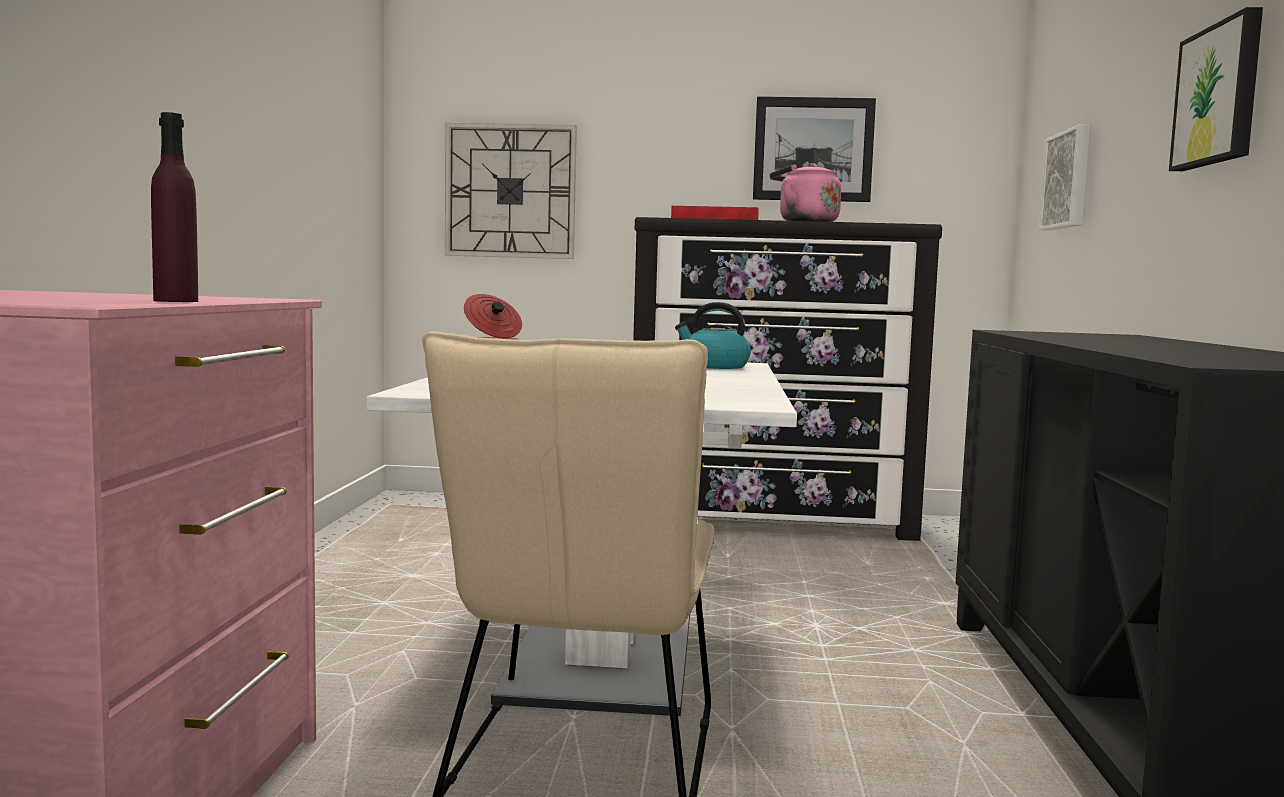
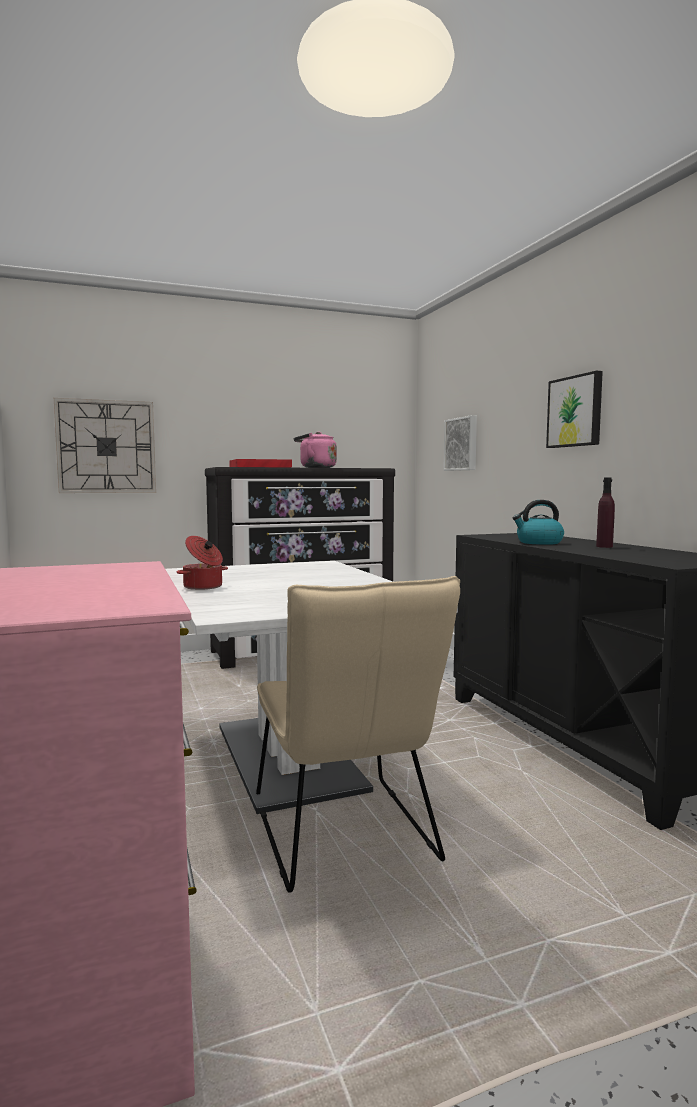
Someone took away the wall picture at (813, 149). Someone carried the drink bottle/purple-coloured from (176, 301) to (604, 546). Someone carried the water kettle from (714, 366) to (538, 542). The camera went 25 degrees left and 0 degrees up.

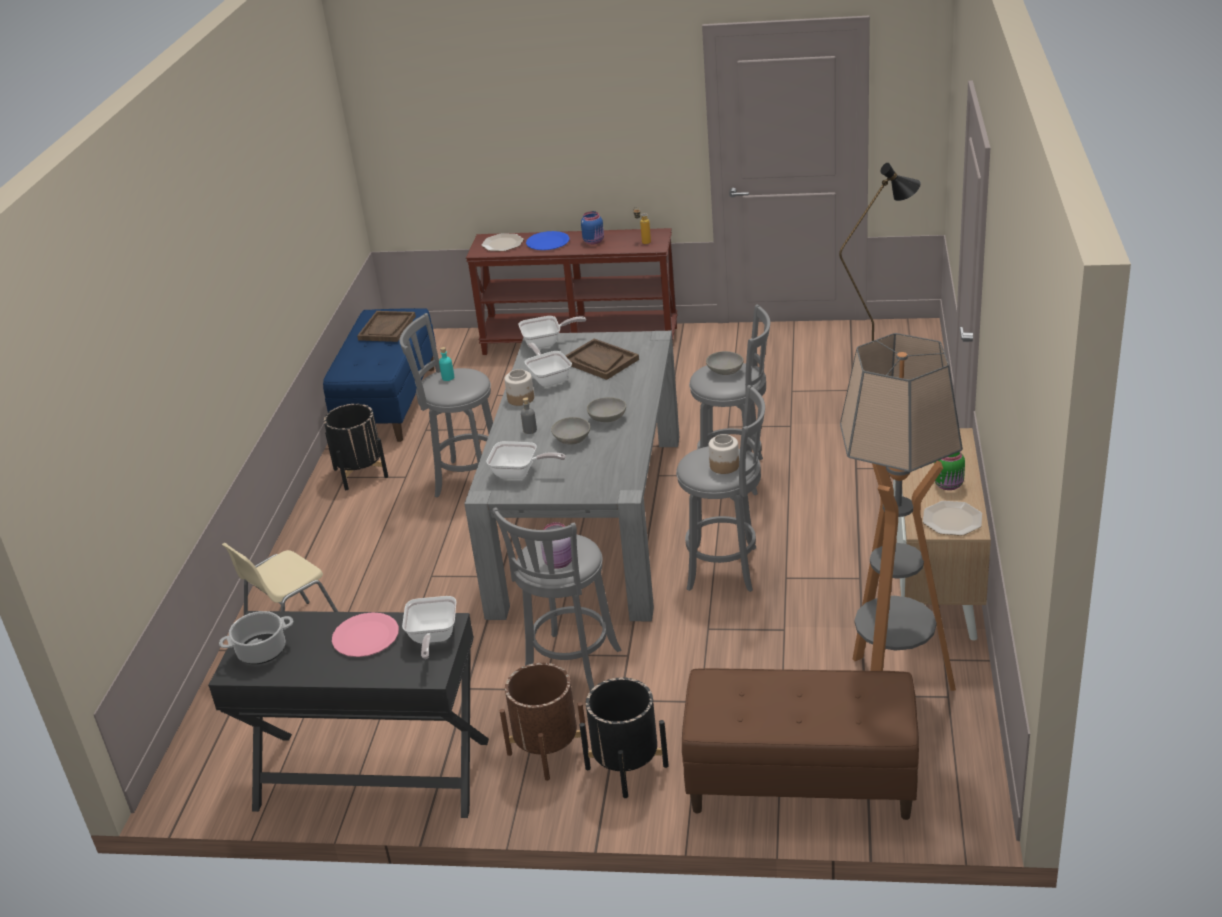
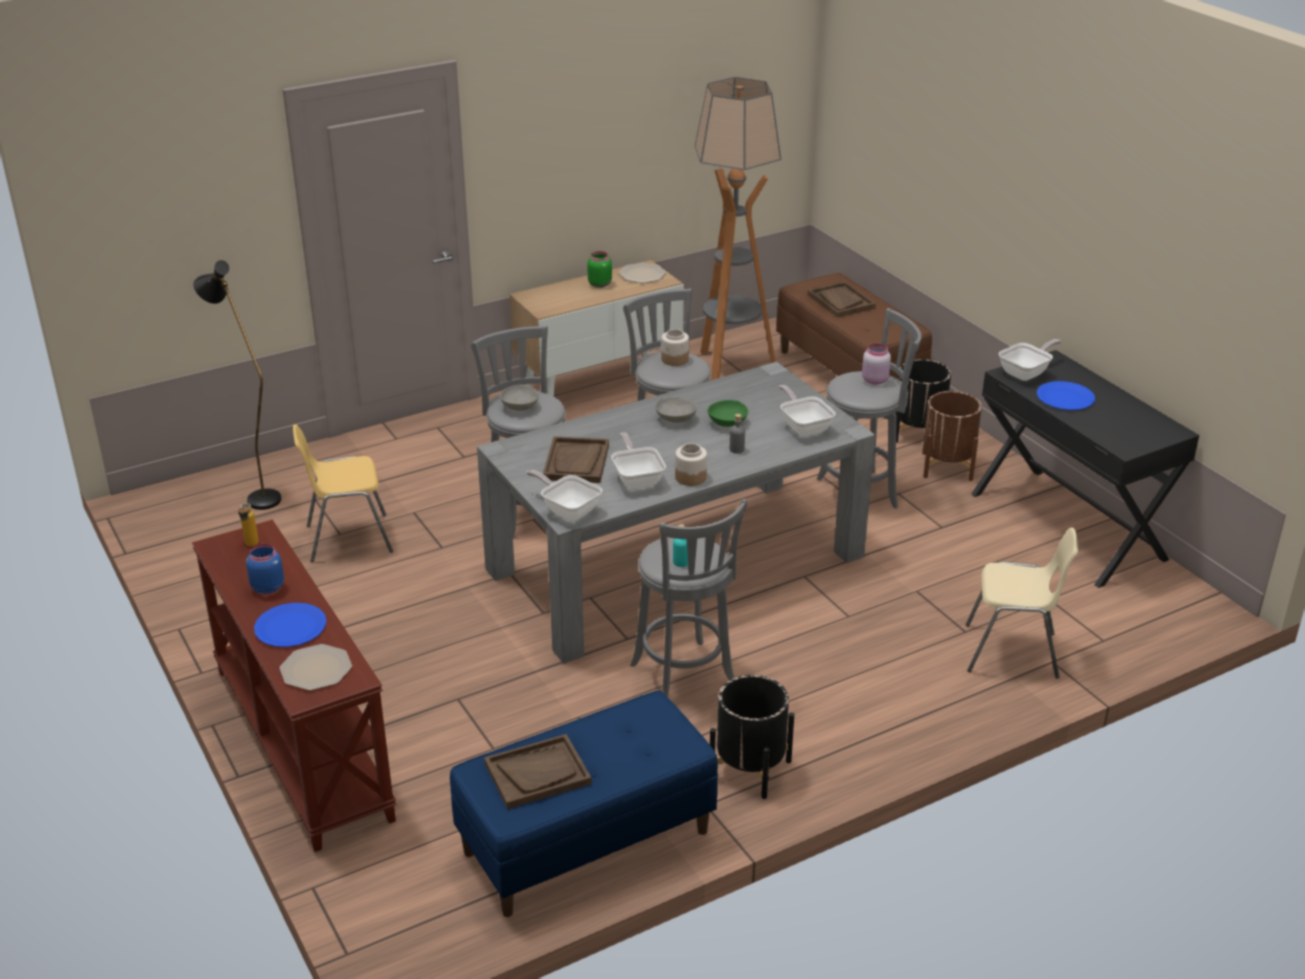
Someone took away the stockpot at (261, 651). Someone put down the upright chair/yellow at (348, 538). Someone put down the serving tray/brown-coloured at (840, 301). Someone repainted the dinner plate/pinkish at (365, 637), which became the dinner plate/blue-coloured at (1065, 398). Someone repainted the bowl/greyish at (572, 439), which became the bowl/greenish at (727, 422). Someone rotated the frying pan at (548, 378) by 135 degrees clockwise. The camera went 130 degrees left and 0 degrees up.

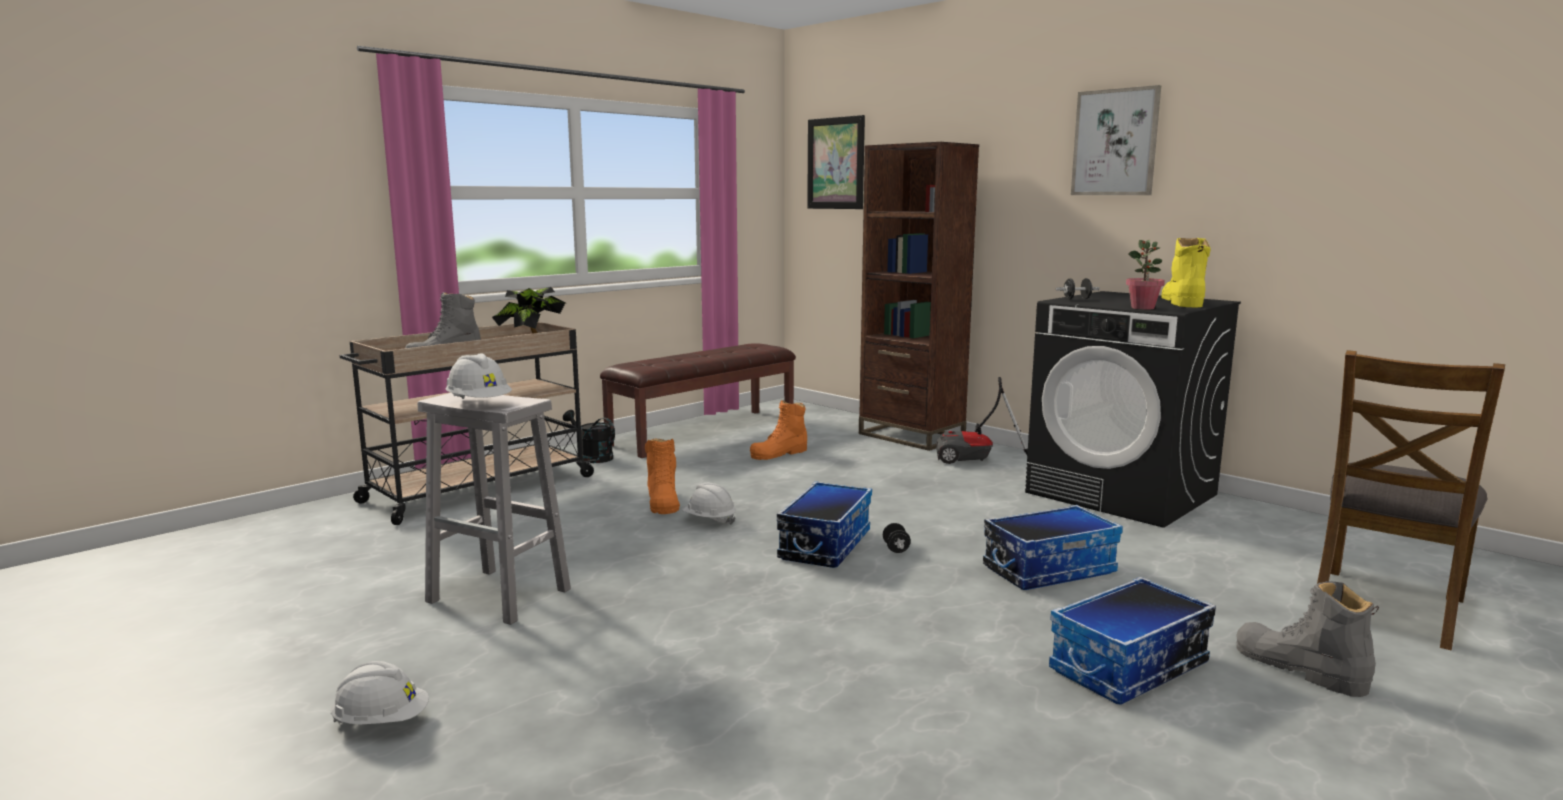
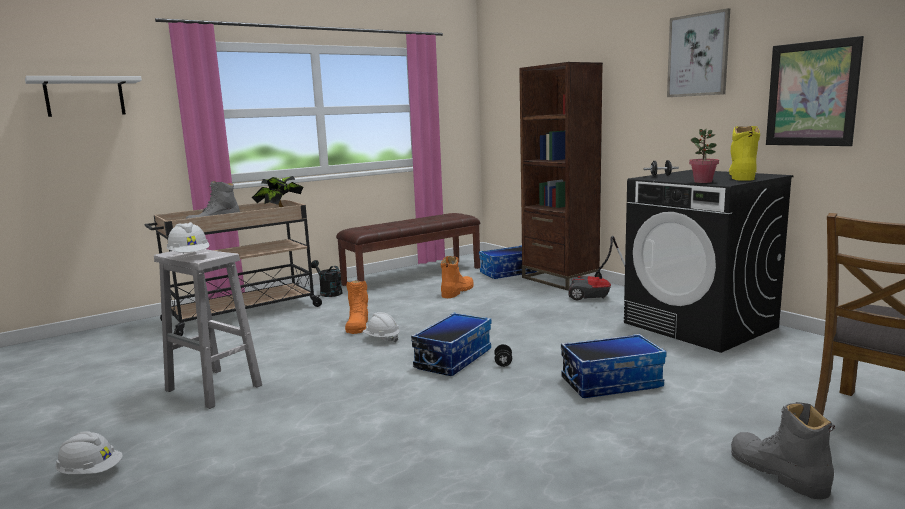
Someone put up the shelf/whitish at (85, 97). Someone carried the wall picture from (835, 163) to (812, 94). Someone carried the storage bin from (1129, 668) to (508, 272). Someone rotated the high-top boot/orange at (779, 453) by 150 degrees clockwise. The camera went 10 degrees right and 0 degrees up.

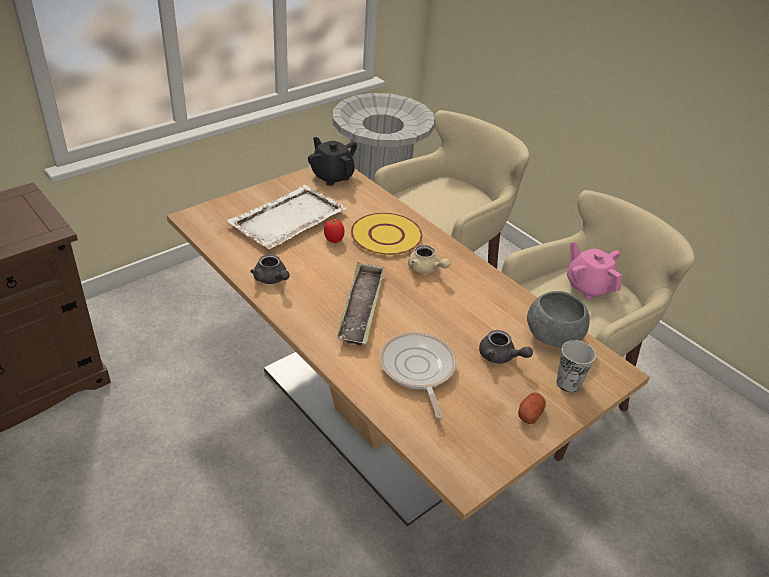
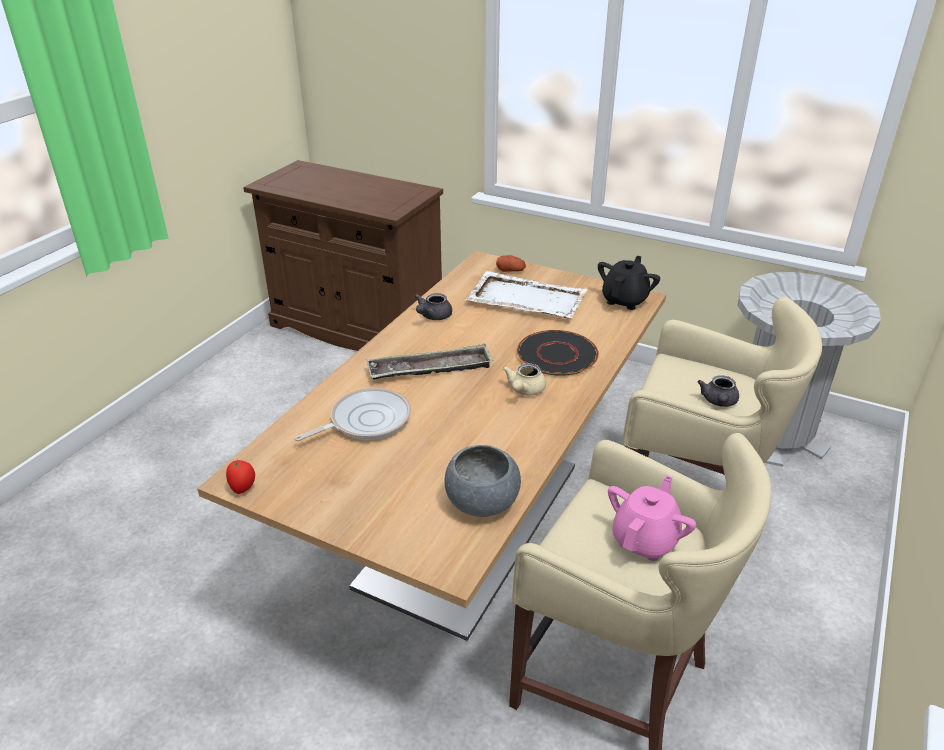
Someone took away the small cup at (568, 383). Someone carried the tomato from (333, 240) to (243, 488). Someone carried the tea pot/greyish from (500, 357) to (718, 402). Someone carried the spud from (529, 414) to (510, 270). Someone repainted the dinner plate/yellow at (387, 235), which became the dinner plate/black-coloured at (557, 355). The camera went 70 degrees right and 5 degrees down.

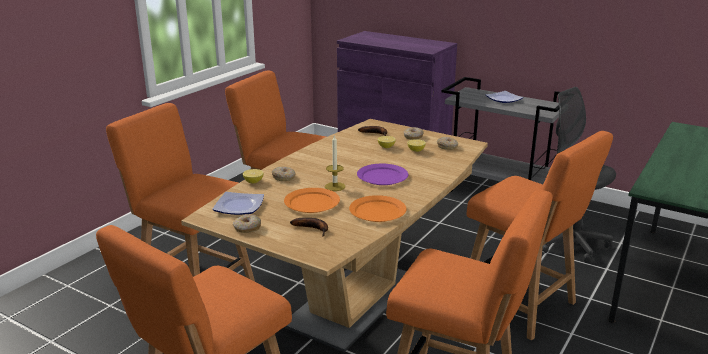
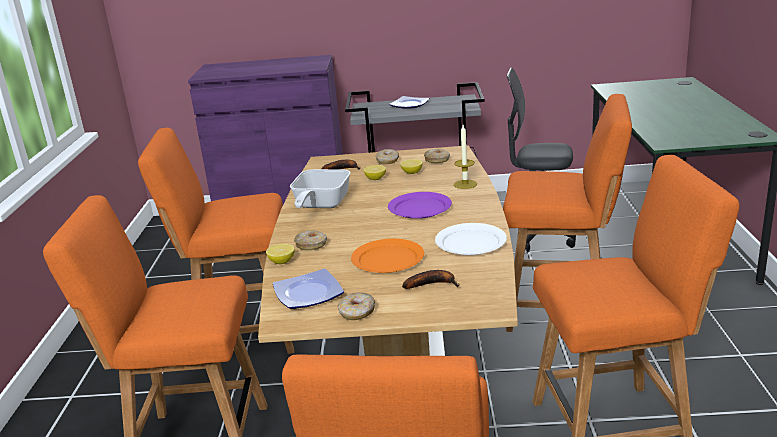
Someone put down the frying pan at (319, 205). Someone carried the candle from (335, 186) to (465, 184). Someone repainted the dinner plate/orange at (377, 211), which became the dinner plate/whitish at (470, 242). The camera went 30 degrees left and 0 degrees up.

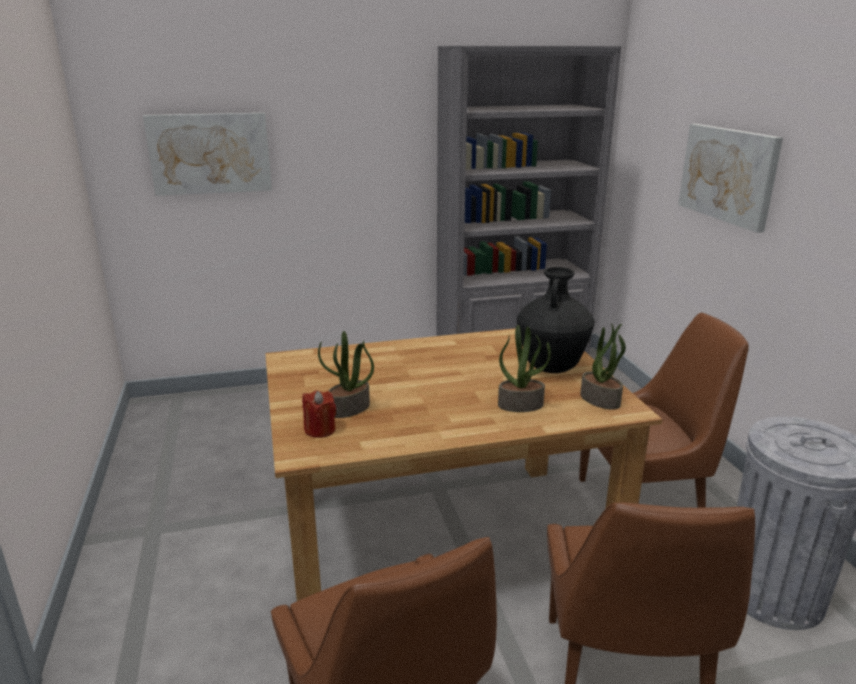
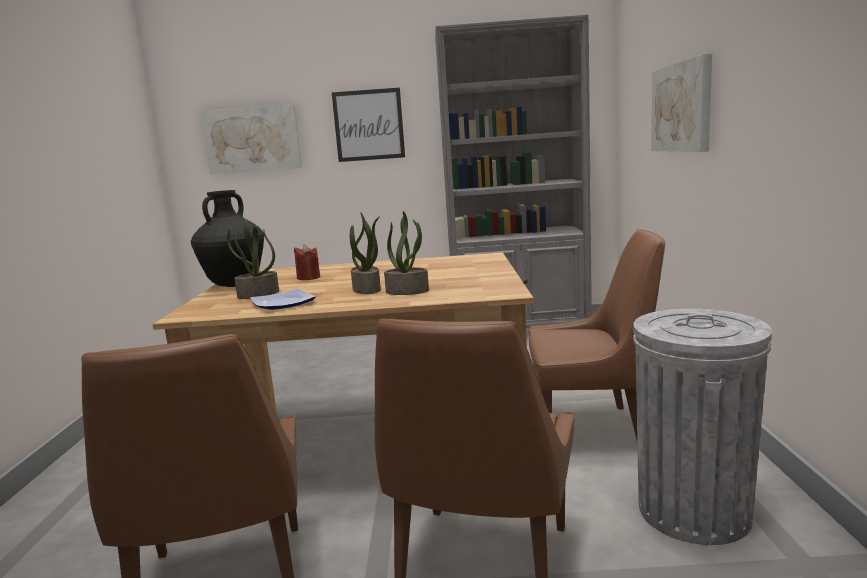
Someone put down the dinner plate at (284, 303). Someone put up the wall picture at (369, 125). Someone carried the candle/red-coloured from (320, 430) to (308, 277). Someone carried the flower vase/black-coloured from (551, 368) to (234, 285). Someone carried the potted plant from (601, 400) to (367, 289). The camera went 15 degrees right and 10 degrees down.

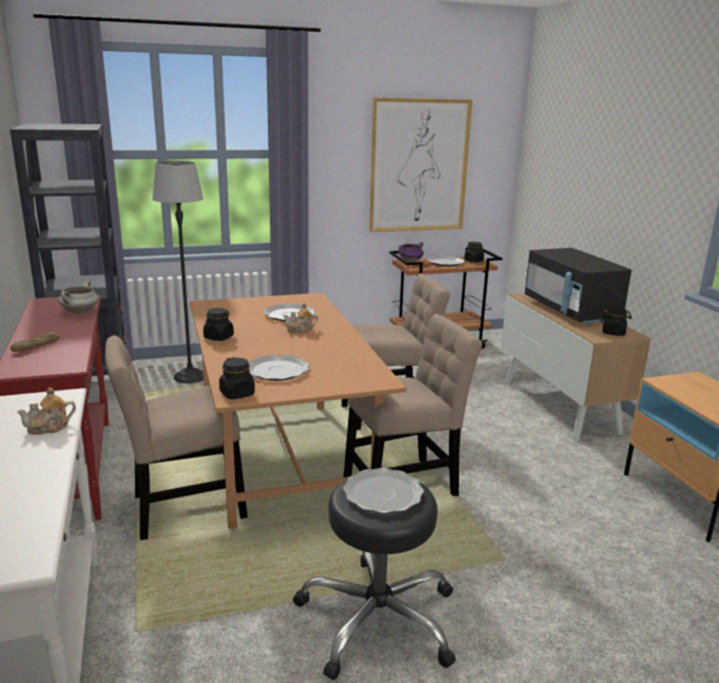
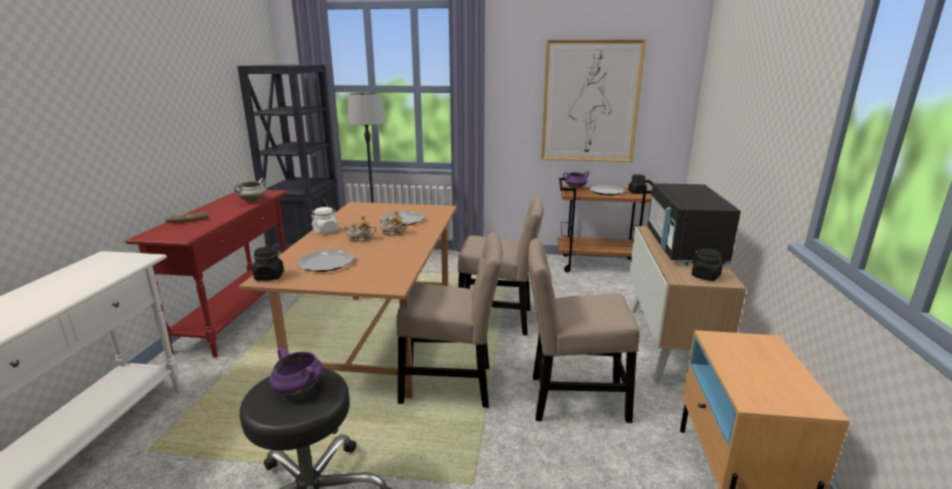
Someone carried the tea pot from (49, 428) to (360, 239). Someone carried the upright chair/beige-coloured from (182, 509) to (572, 399). Someone swapped the dinner plate at (382, 494) for the stockpot/purple-coloured at (297, 389). Someone repainted the jar/black-coloured at (218, 337), which became the jar/whitish at (325, 231). The camera went 25 degrees right and 0 degrees up.

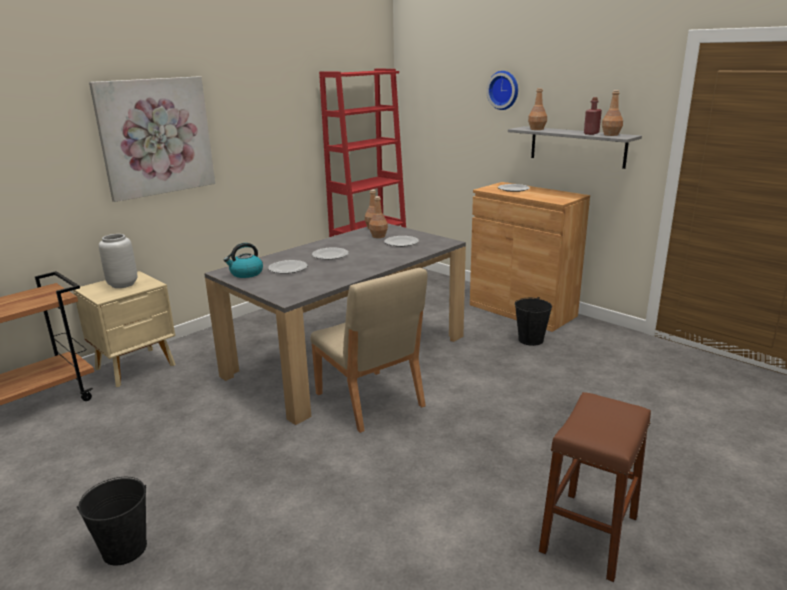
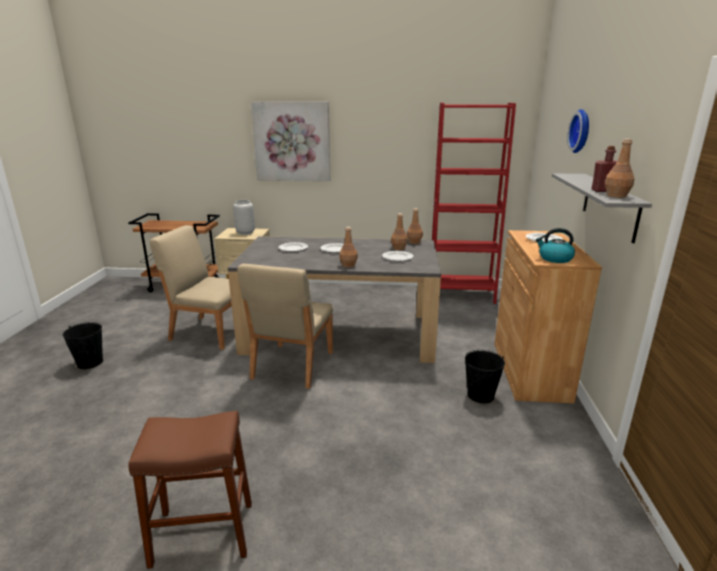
Someone put down the upright chair/beige-coloured at (210, 332). Someone carried the water kettle from (246, 273) to (554, 258). Someone carried the drink bottle/brown-coloured from (536, 129) to (348, 265). The camera went 50 degrees right and 0 degrees up.

